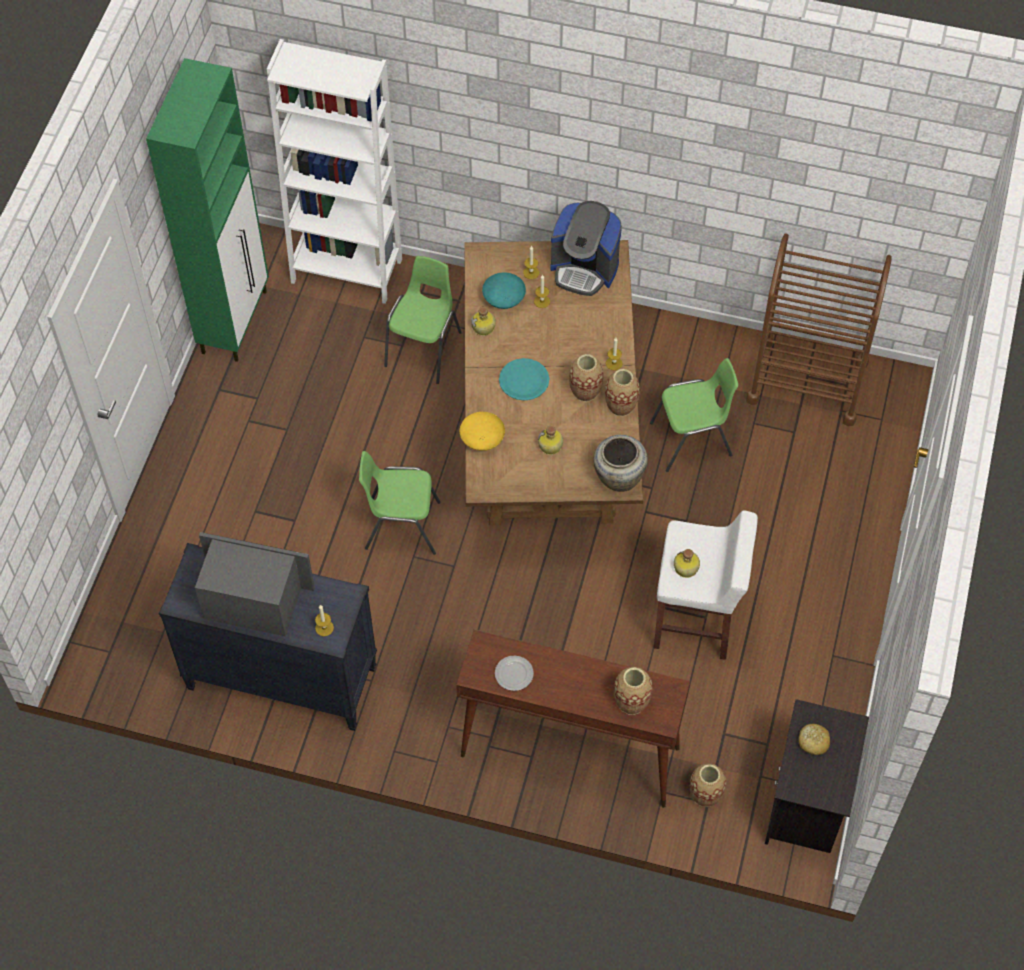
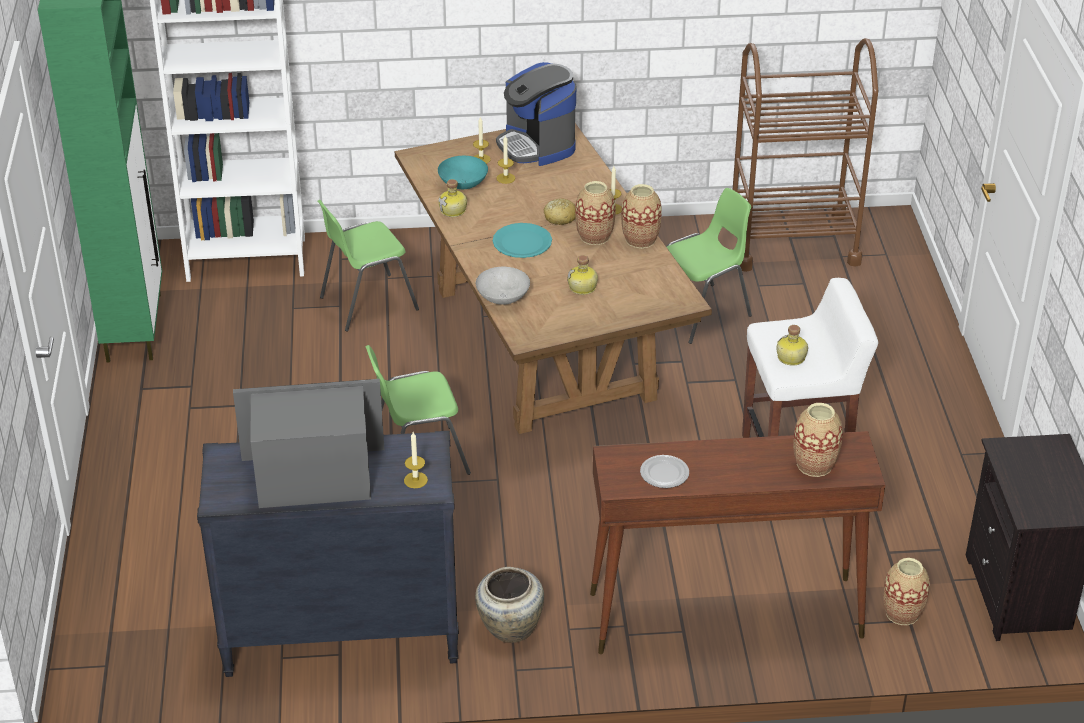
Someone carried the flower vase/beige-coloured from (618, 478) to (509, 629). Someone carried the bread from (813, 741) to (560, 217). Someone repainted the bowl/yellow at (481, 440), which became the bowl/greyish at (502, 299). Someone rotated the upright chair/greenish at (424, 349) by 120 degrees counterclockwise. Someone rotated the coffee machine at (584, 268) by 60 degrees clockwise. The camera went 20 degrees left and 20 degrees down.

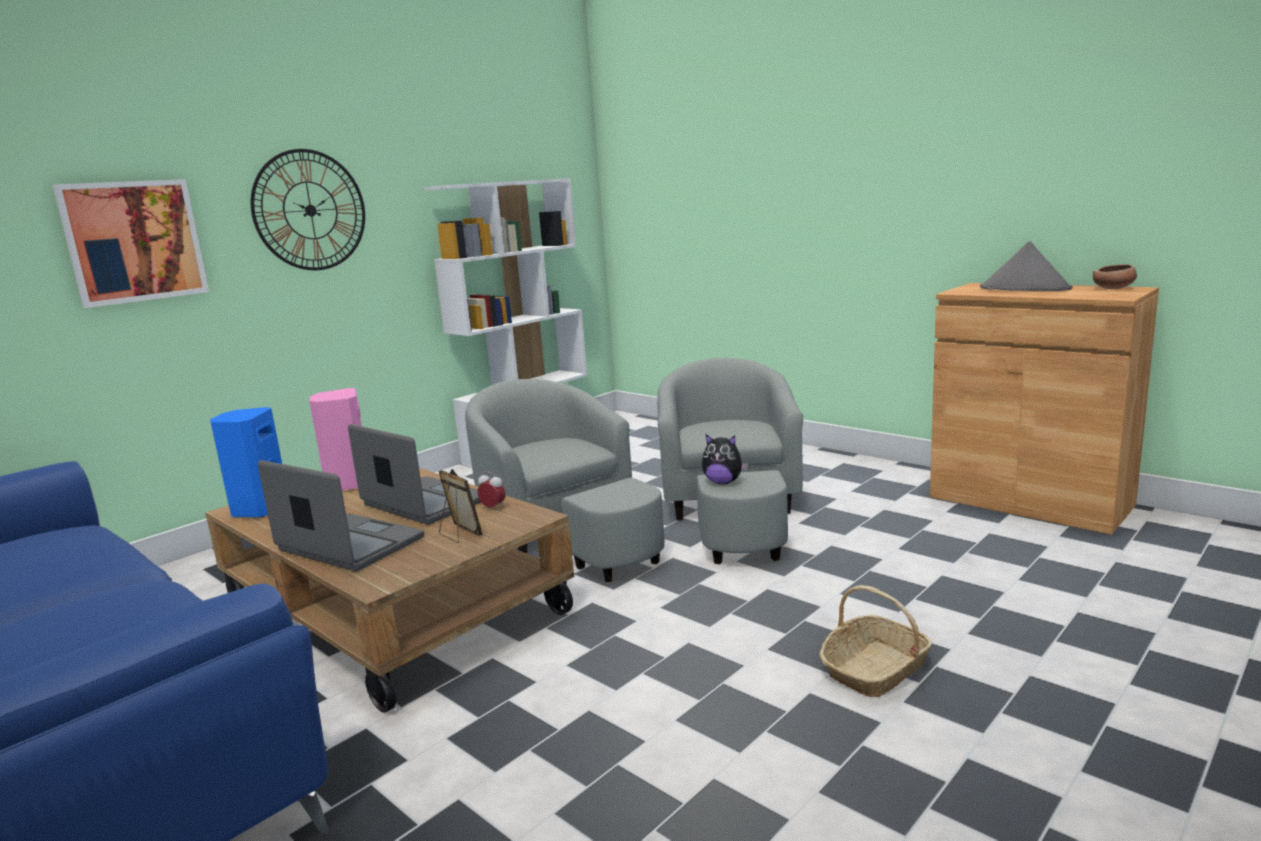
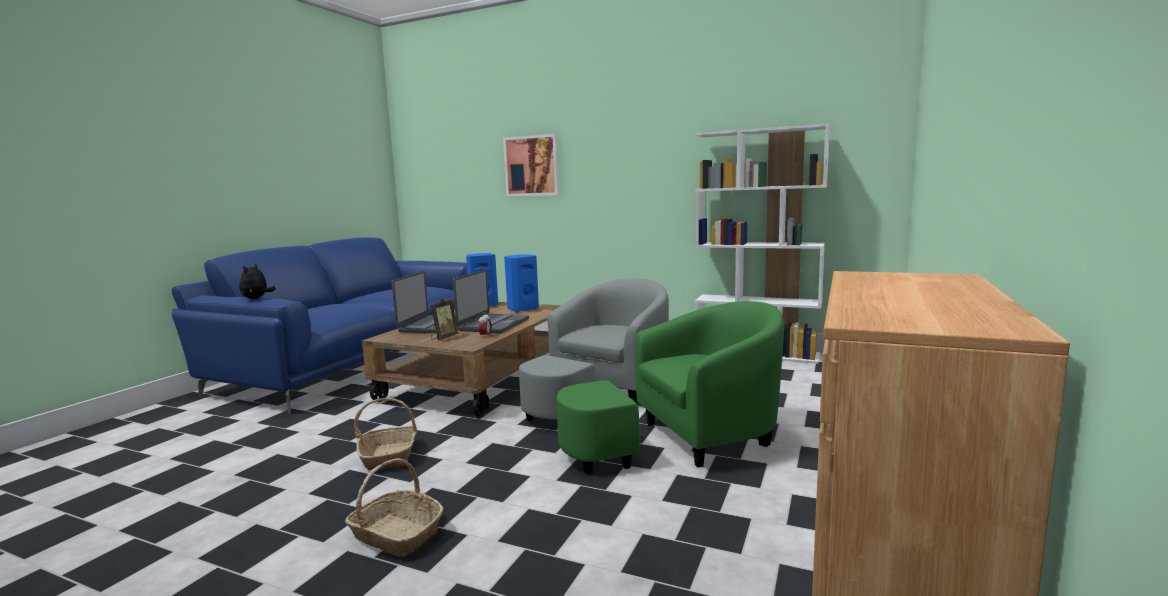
Someone took away the clock on the wall at (310, 210). Someone took away the hat/greyish at (1025, 289). Someone took away the bowl at (1114, 288). Someone put down the household basket at (389, 455). Someone carried the plush toy from (723, 482) to (256, 298). Someone repainted the speaker/pinkish at (348, 484), which became the speaker/blue-coloured at (522, 309). Someone repainted the armchair/greyish at (731, 511), which became the armchair/greenish at (684, 441). The camera went 70 degrees right and 5 degrees down.

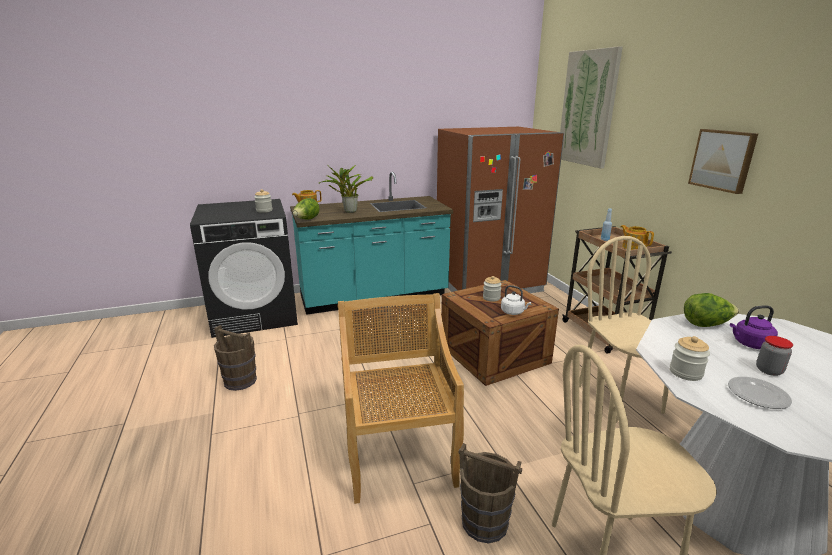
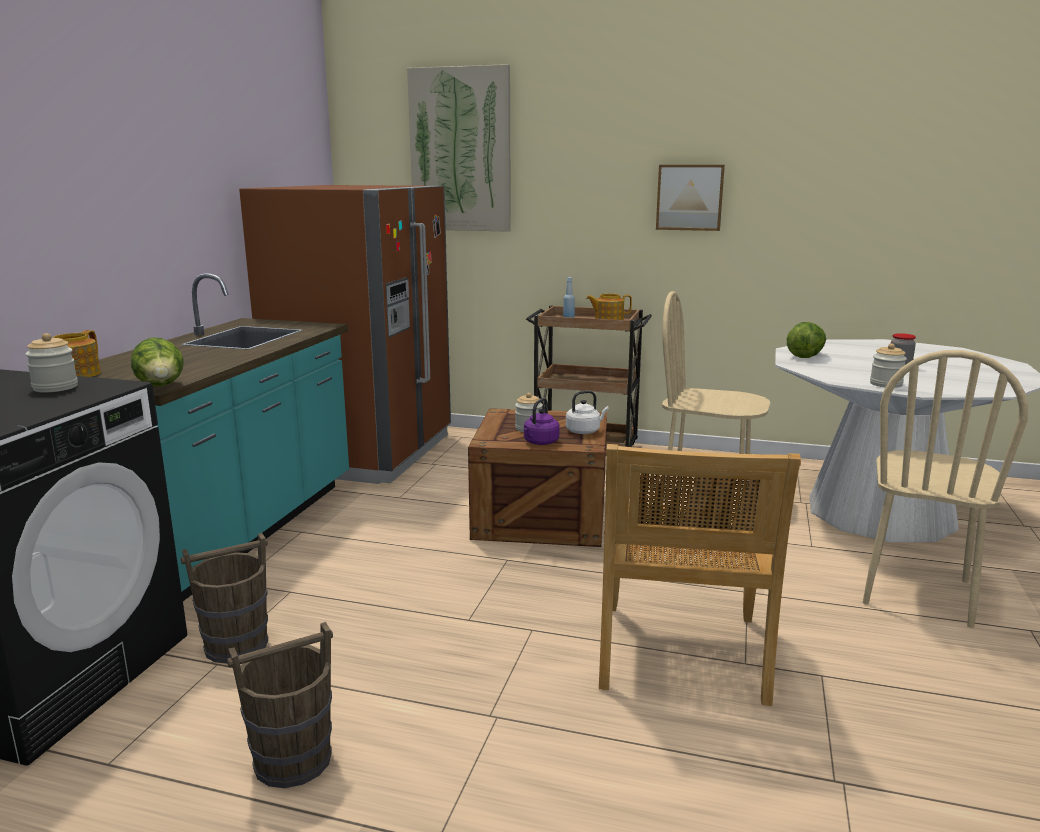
Someone took away the potted plant at (348, 211). Someone took away the dinner plate at (757, 395). Someone carried the bucket/brown-coloured from (484, 522) to (235, 645). Someone carried the water kettle/purple-coloured from (750, 344) to (540, 442). Someone rotated the upright chair/beige-coloured at (399, 454) by 105 degrees counterclockwise. The camera went 55 degrees left and 5 degrees down.

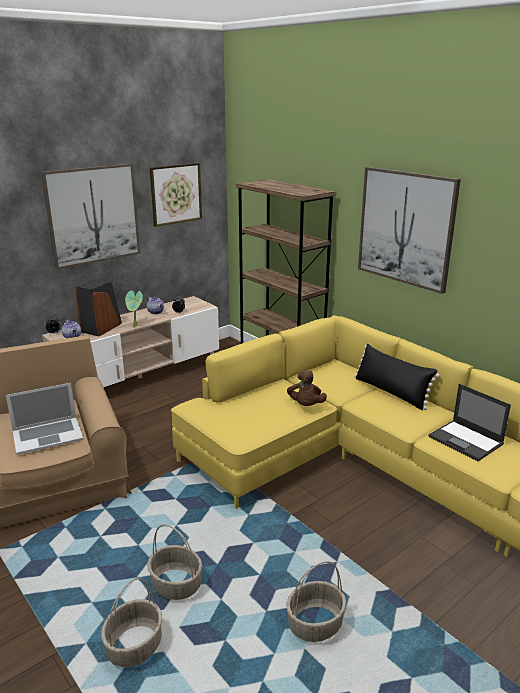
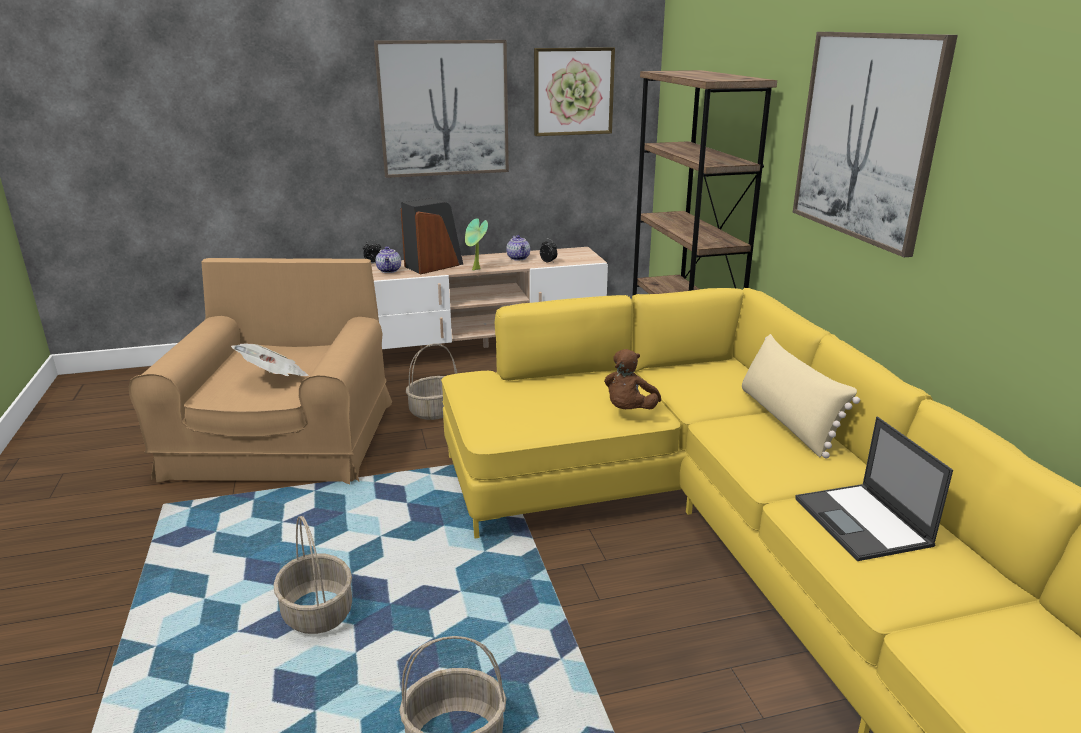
Someone carried the household basket from (134, 647) to (434, 411). Someone swapped the laptop at (47, 435) for the daily paper at (274, 377). Someone repainted the cushion/black-coloured at (391, 392), which became the cushion/beige-coloured at (787, 420). The camera went 25 degrees right and 0 degrees up.

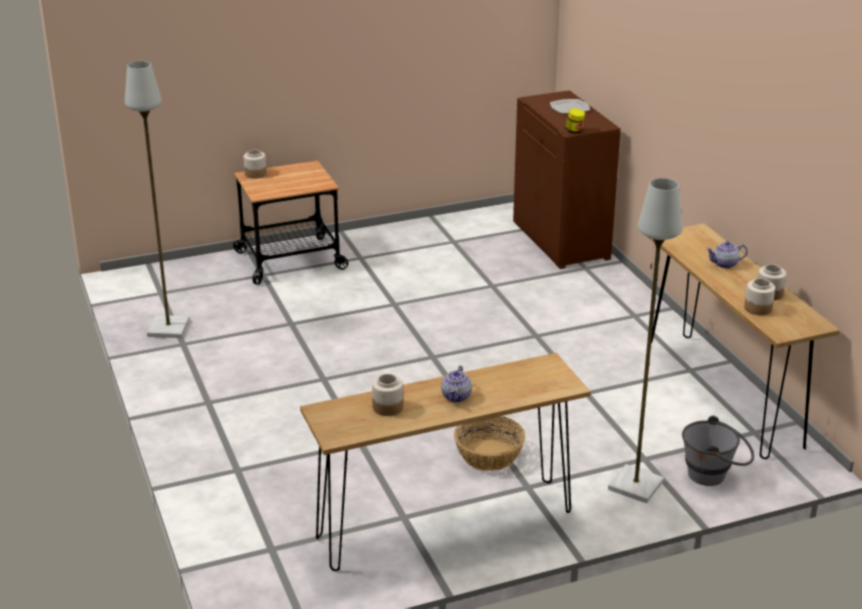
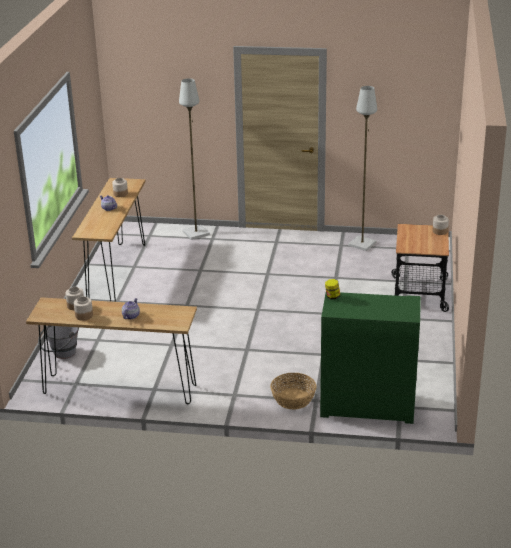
Someone took away the dinner plate at (569, 108). Someone carried the household basket from (488, 455) to (293, 399). Someone carried the standing lamp/greyish from (634, 486) to (196, 233). Someone repainted the cabinet/brown-coloured at (562, 241), which became the cabinet/greenish at (367, 406). The camera went 120 degrees right and 0 degrees up.

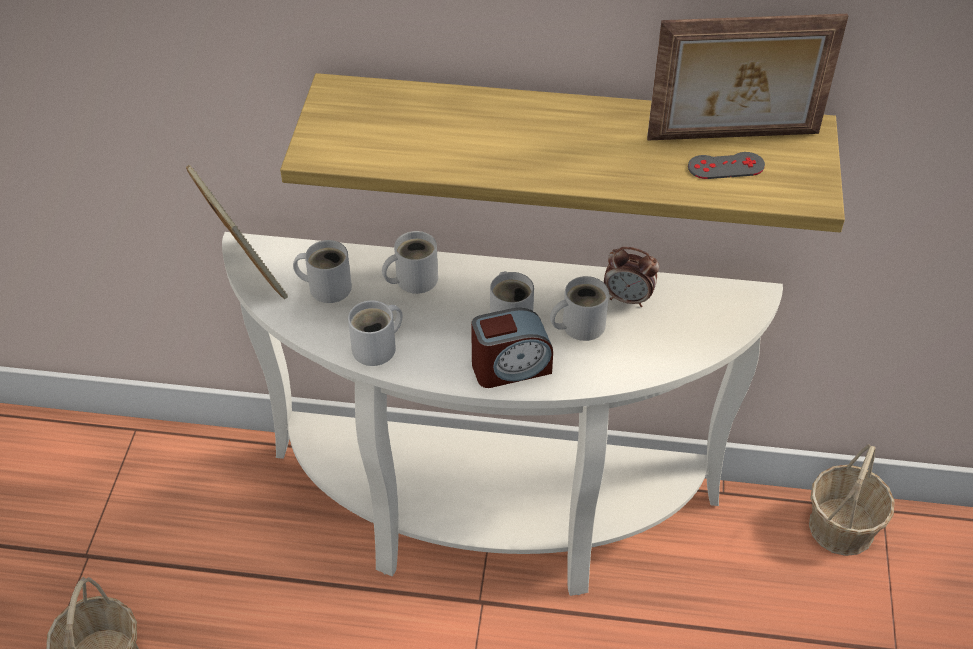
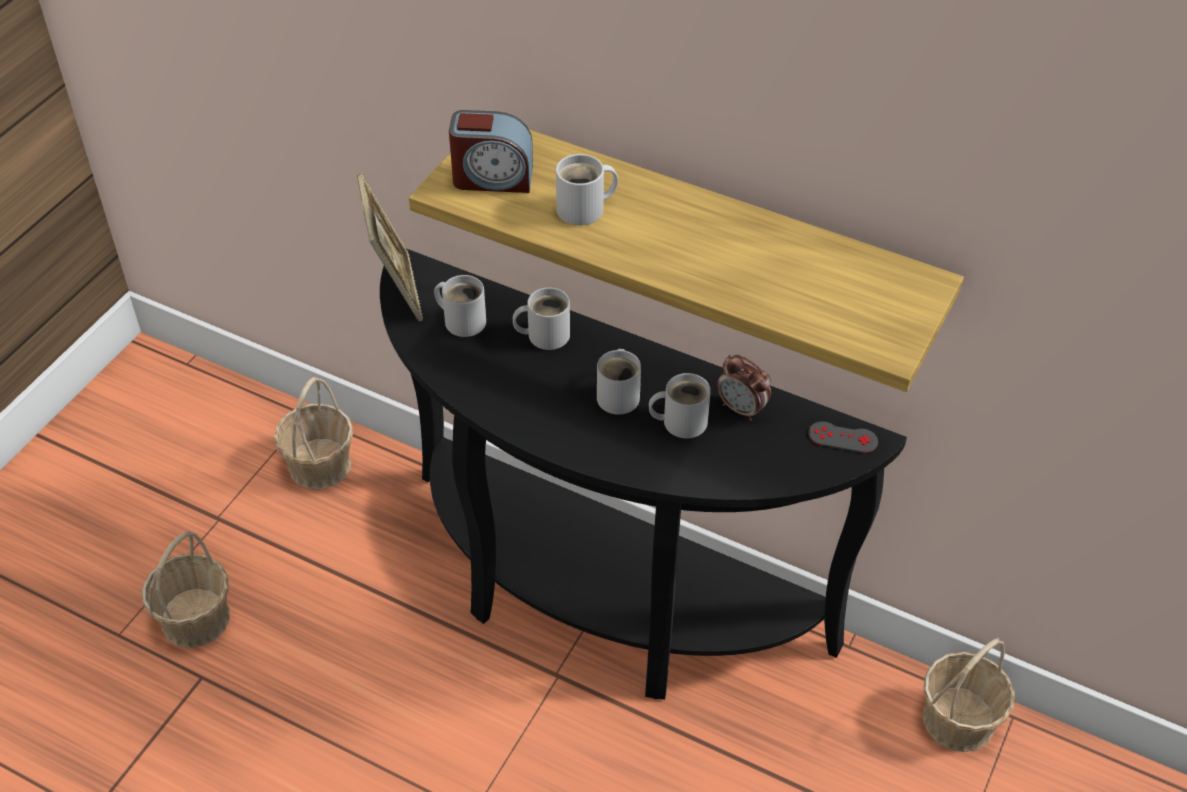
Someone took away the picture frame at (733, 138). Someone put down the household basket at (319, 465). Someone carried the coffee mug/whitish from (378, 348) to (585, 209). Someone carried the alarm clock from (510, 367) to (492, 178). Someone carried the joypad/greyish from (726, 166) to (842, 438). Someone repainted the console table/whitish at (487, 520), which became the console table/black-coloured at (597, 600). The camera went 20 degrees right and 0 degrees up.

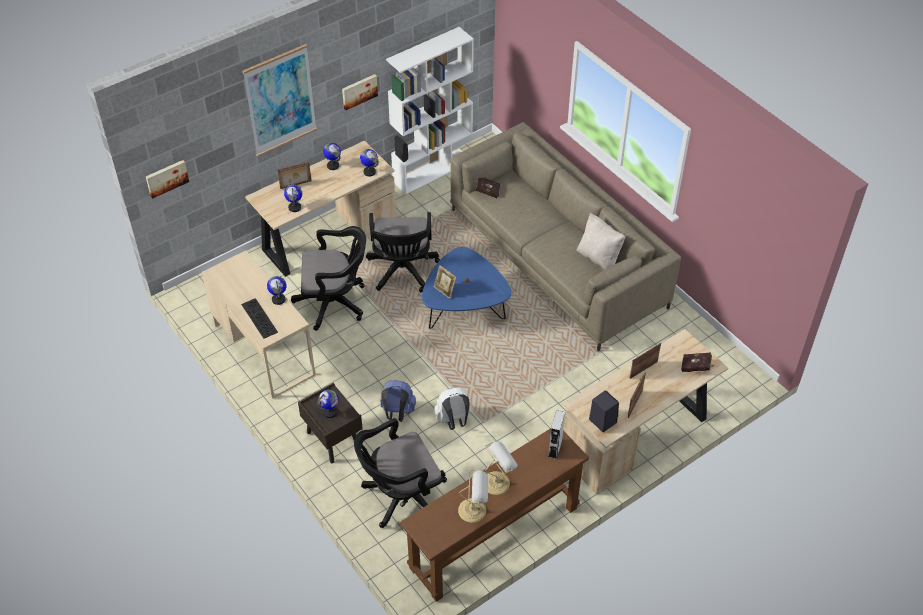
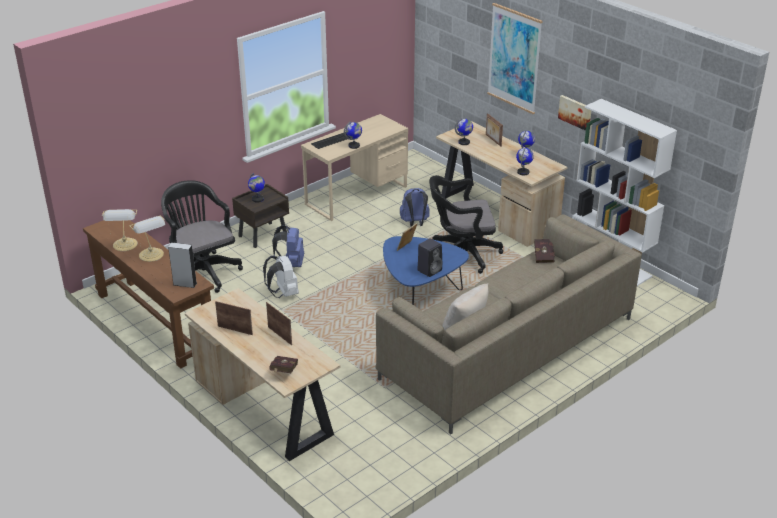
Someone took away the wall picture at (166, 178). Someone carried the speaker/black-coloured from (601, 421) to (430, 270). Someone swapped the computer chair/black-coloured at (335, 302) for the backpack/blue-coloured at (415, 223). The camera went 85 degrees right and 15 degrees down.

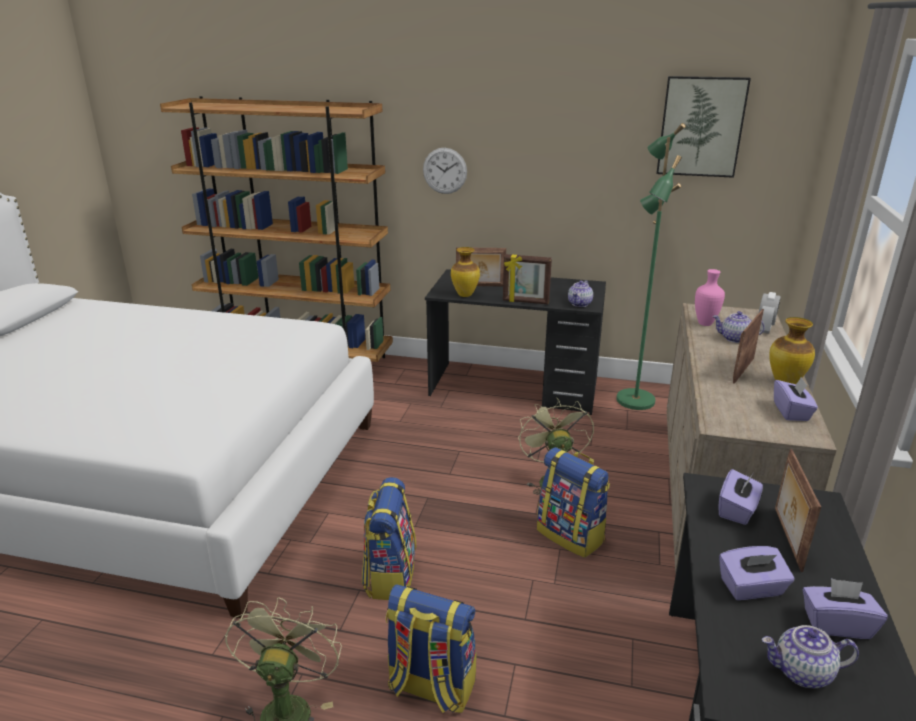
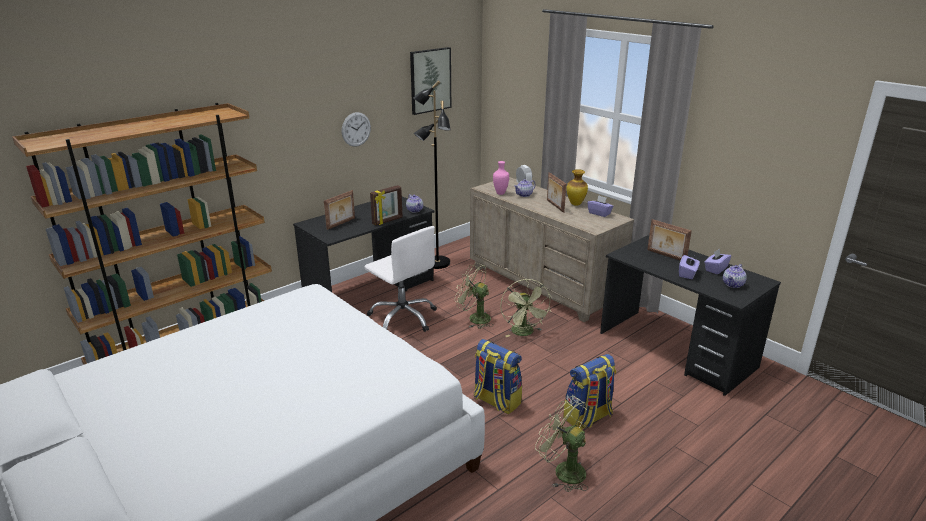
Someone took away the flower vase at (465, 295). Someone took away the box of tissues/purple-coloured at (737, 510). Someone put down the computer chair/whitish at (403, 317). Someone carried the clock on the wall from (445, 171) to (356, 129). Someone swapped the backpack at (571, 535) for the fan/greenish at (524, 333). Someone repainted the standing lamp/greenish at (634, 400), which became the standing lamp/black-coloured at (436, 263). The camera went 55 degrees left and 0 degrees up.

